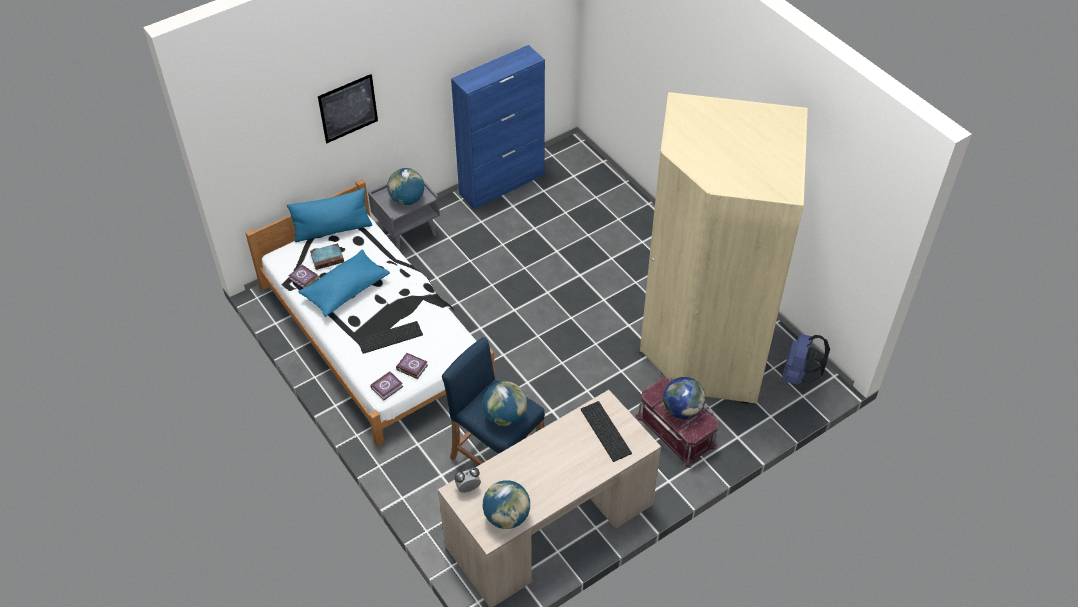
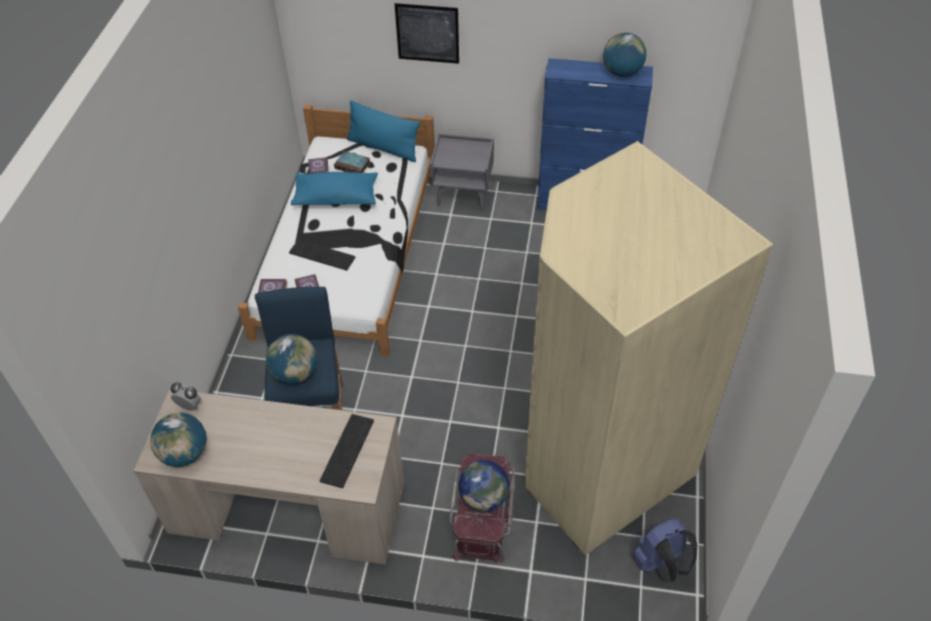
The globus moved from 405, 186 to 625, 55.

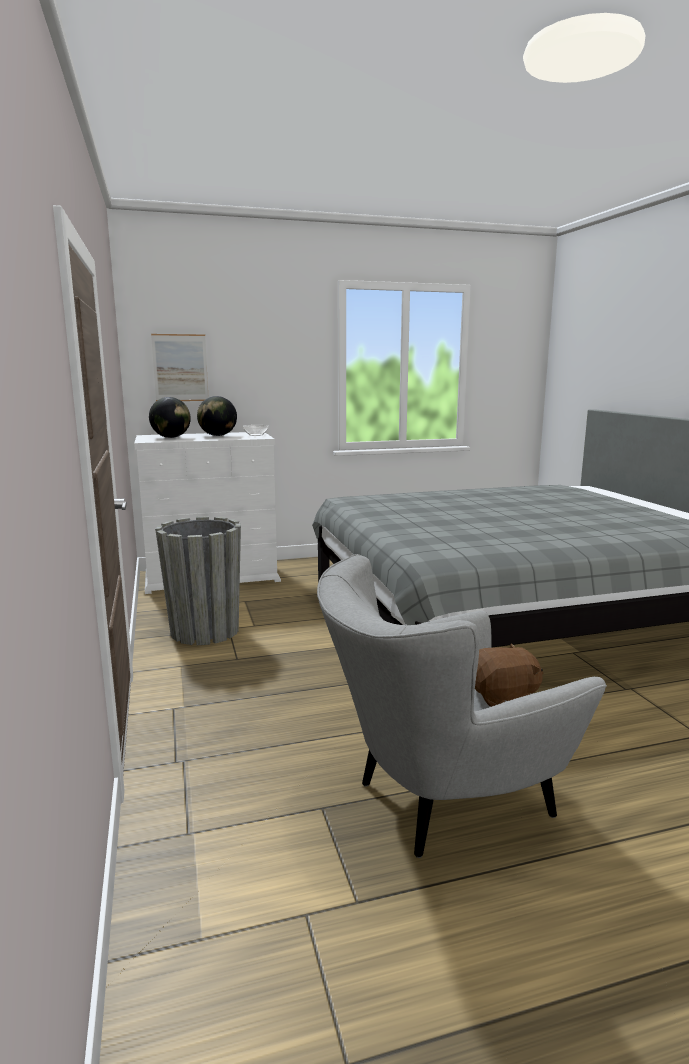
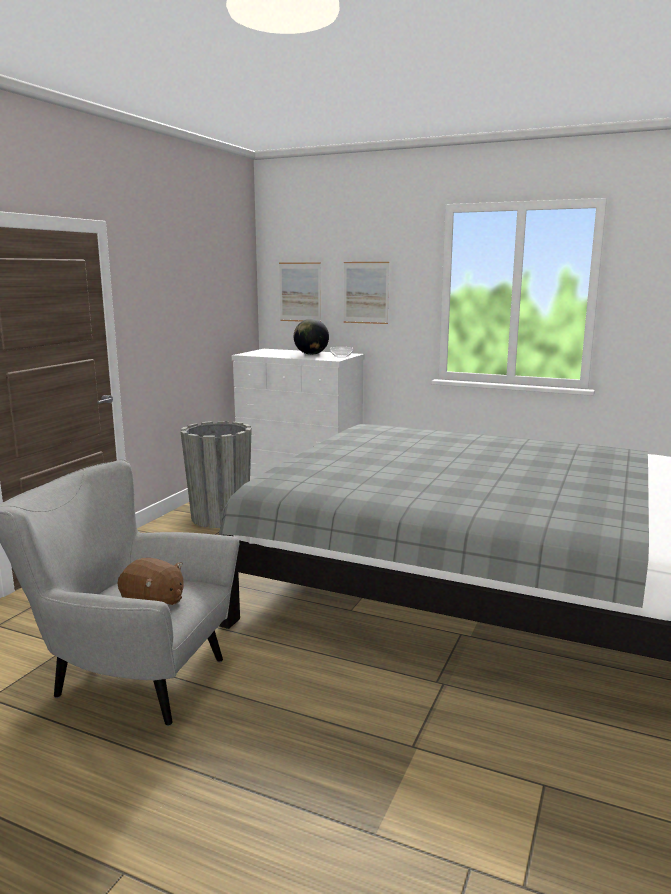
The globus at 170, 417 disappeared.
The obraz at 366, 293 appeared.

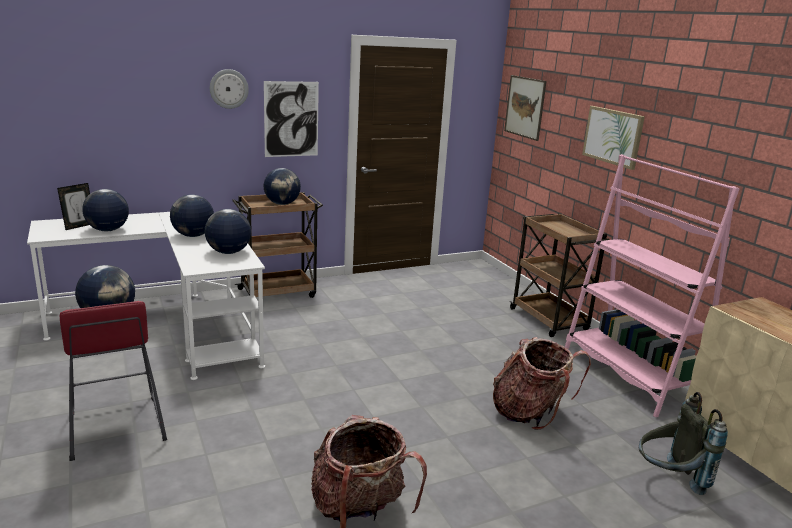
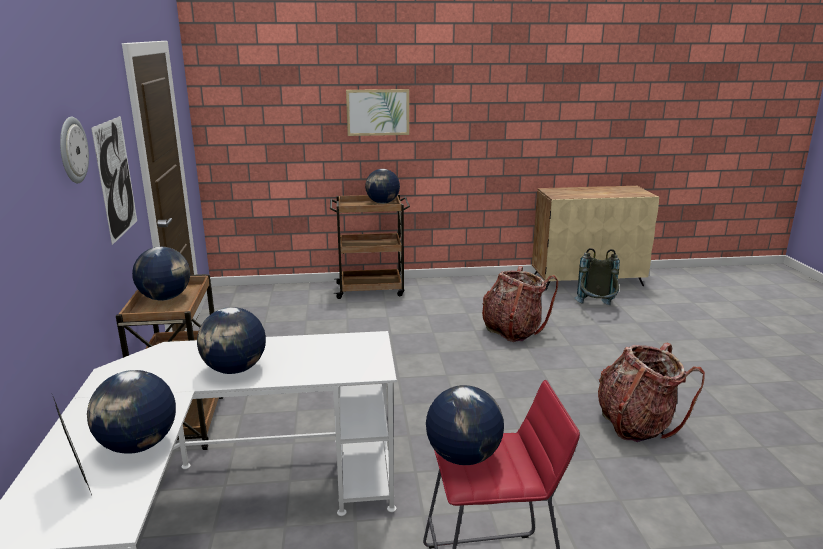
The globus moved from 228, 231 to 382, 186.
The obraz at 525, 108 disappeared.
The regał (różowy) at 652, 285 disappeared.

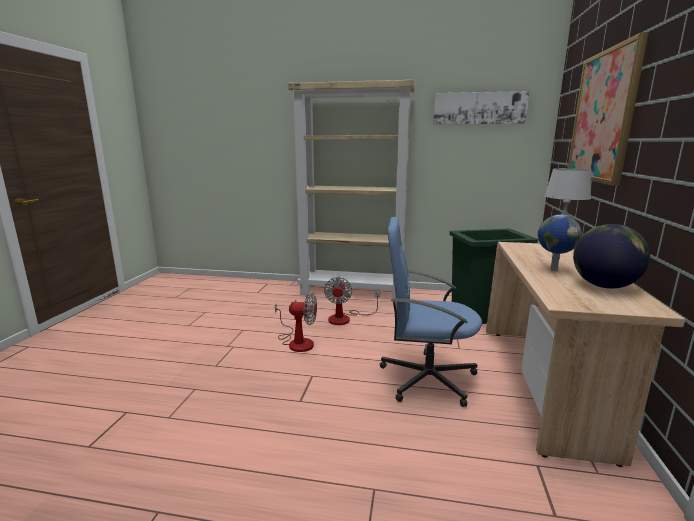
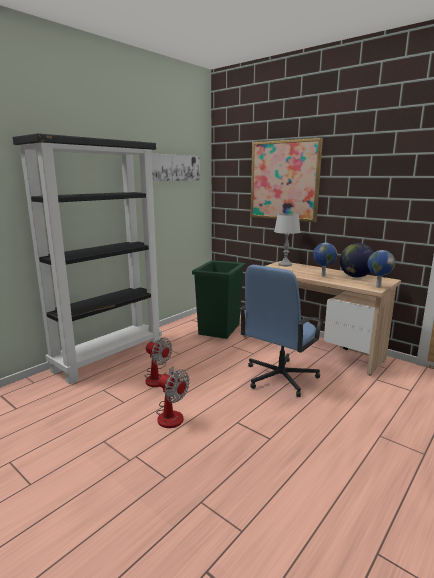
The wentylator at 296, 323 turned 90 degrees clockwise.
The regał (beżowy) at 351, 189 became the regał (czarny) at 87, 258.
The globus at 382, 269 appeared.

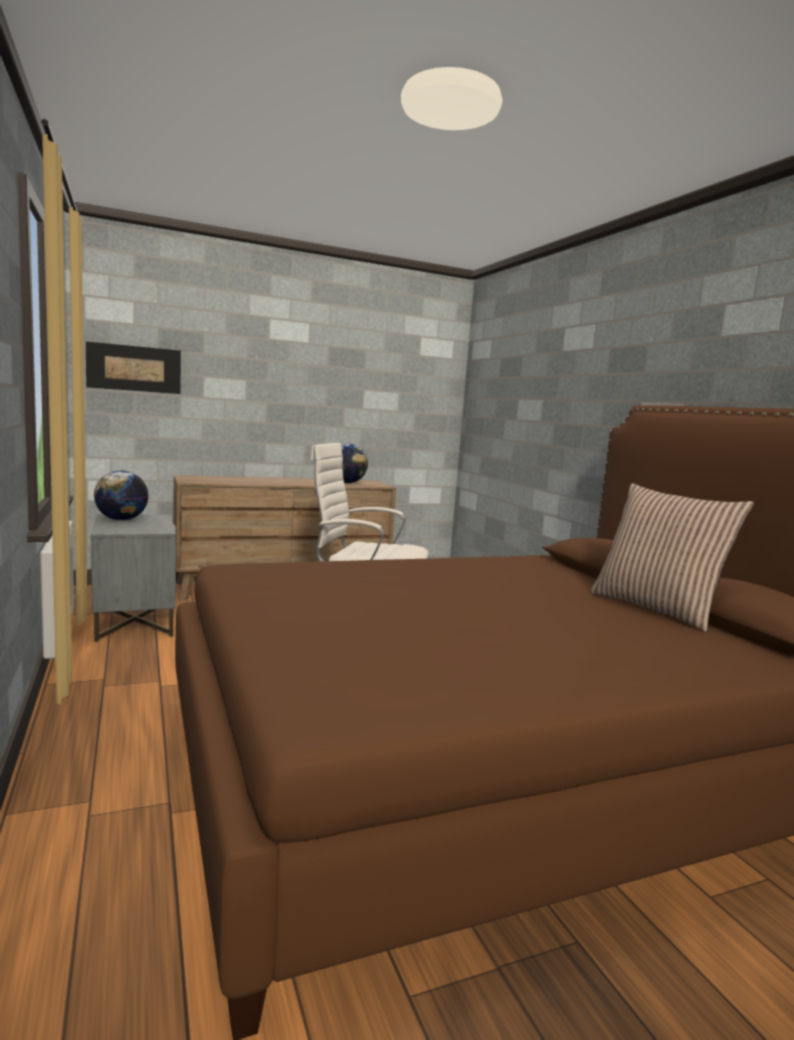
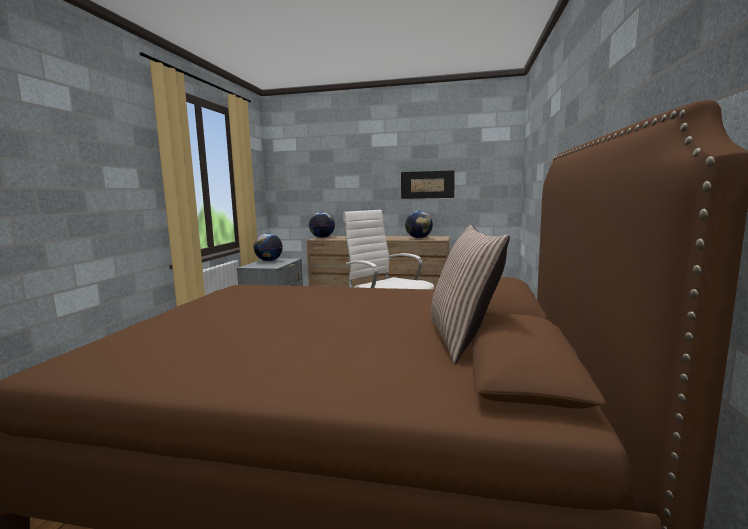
The obraz moved from 133, 368 to 428, 184.
The globus at 322, 225 appeared.

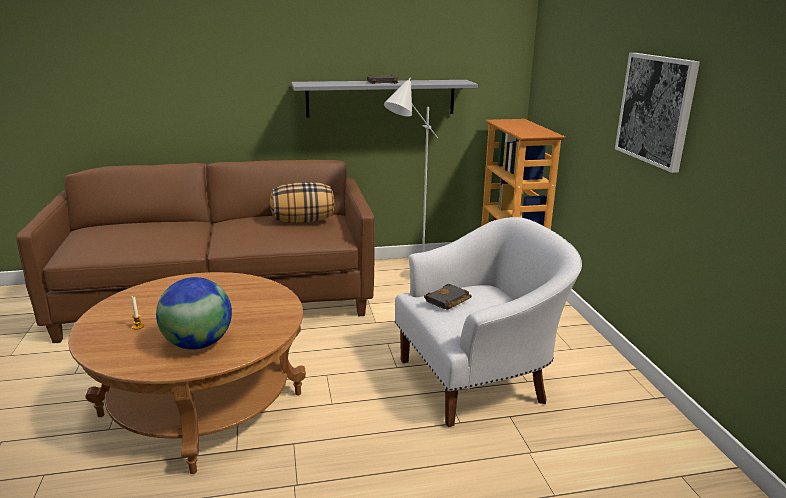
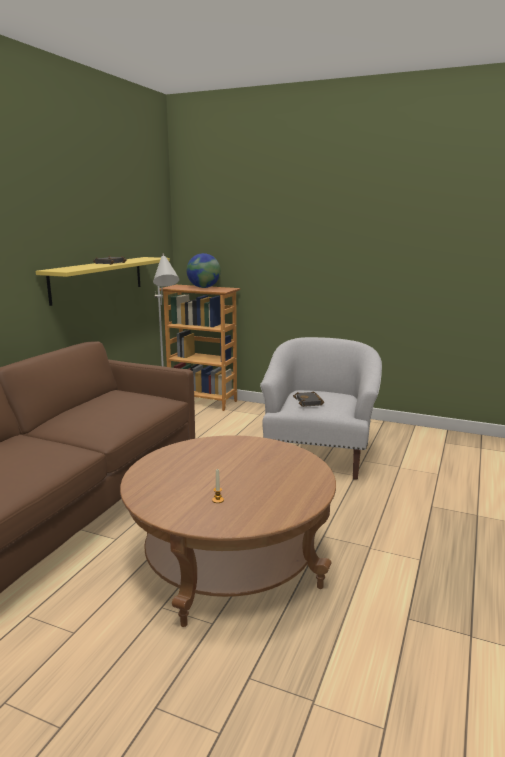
The globus moved from 194, 313 to 203, 270.
The poduszka at 302, 202 disappeared.
The półka (szary) at 385, 98 became the półka (żółty) at 103, 281.
The obraz at 657, 113 disappeared.

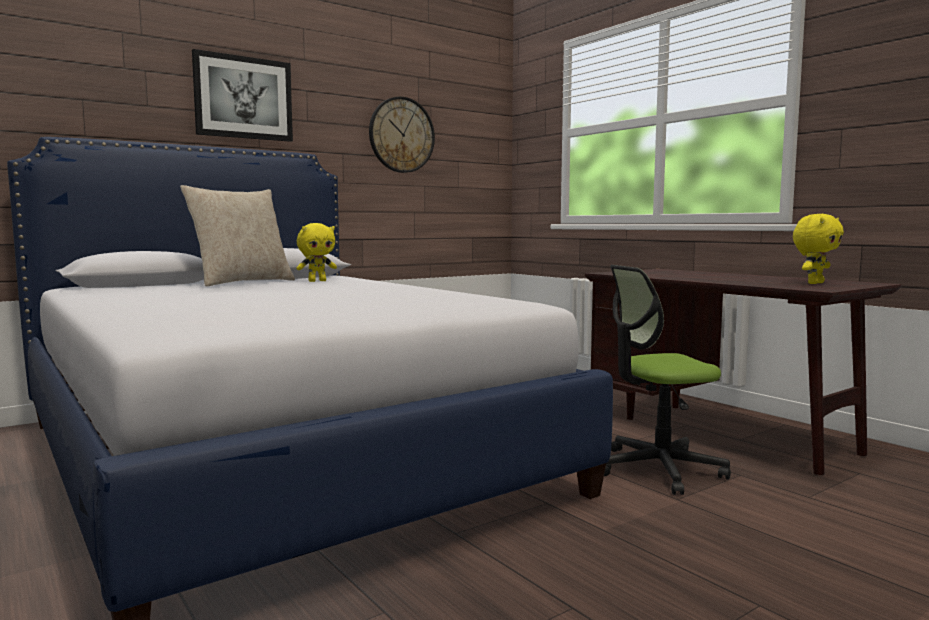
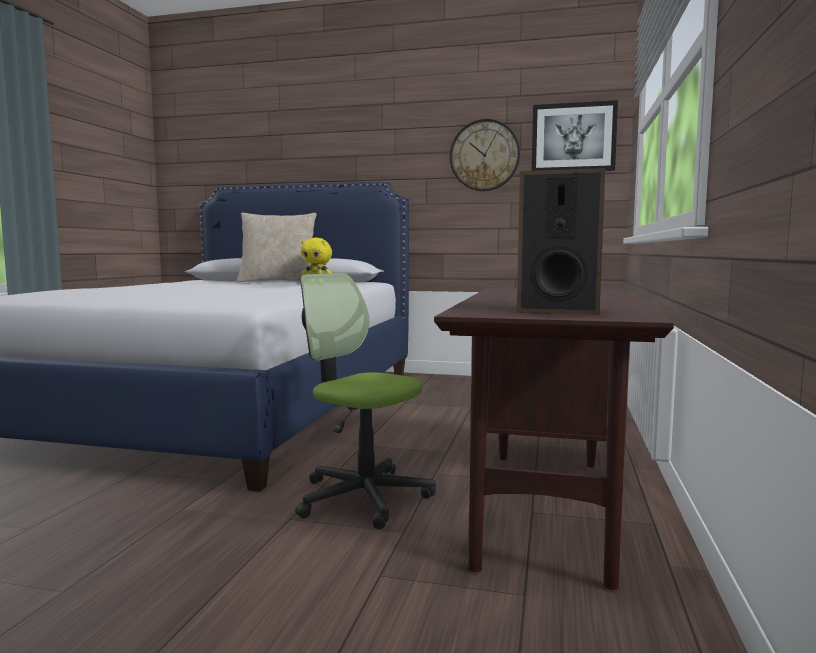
The obraz moved from 242, 95 to 575, 135.
The pluszak (żółty) at 818, 249 was replaced by the głośnik at 561, 241.

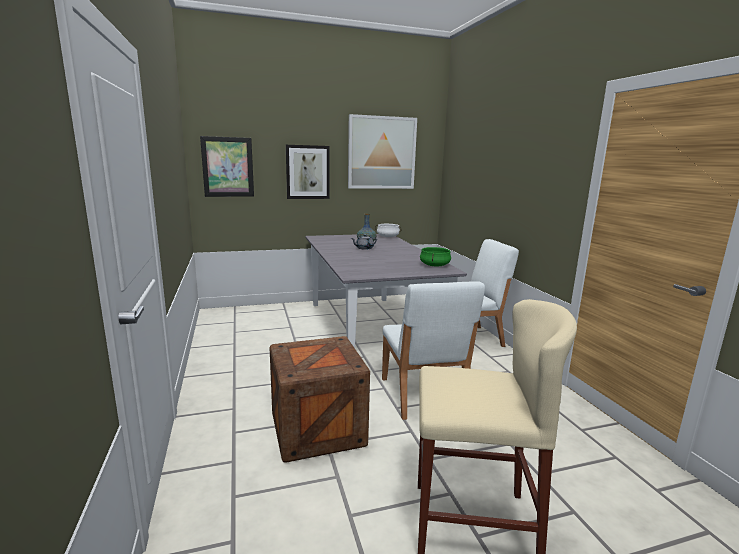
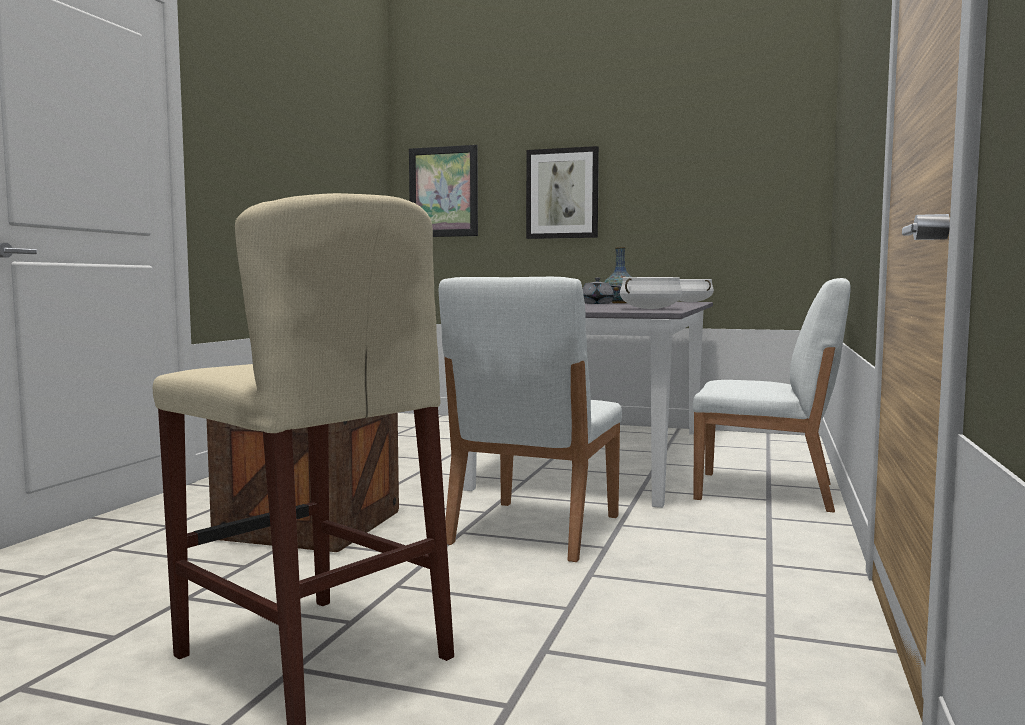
The obraz at 382, 151 disappeared.
The garnek (zielony) at 435, 256 became the garnek (biały) at 651, 293.

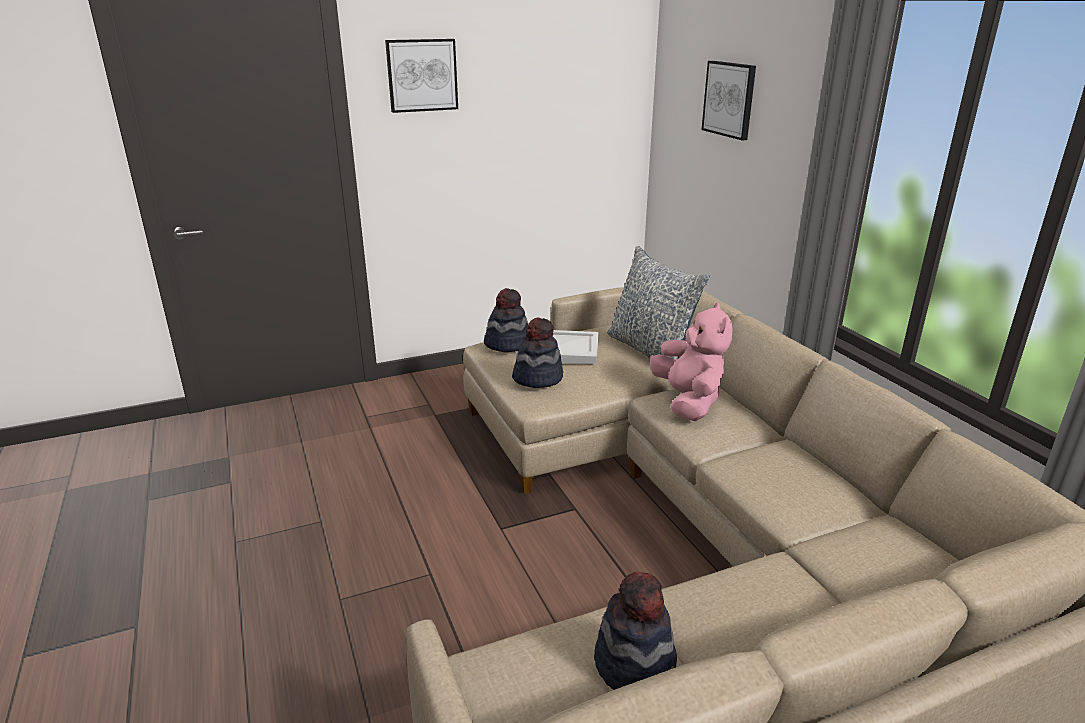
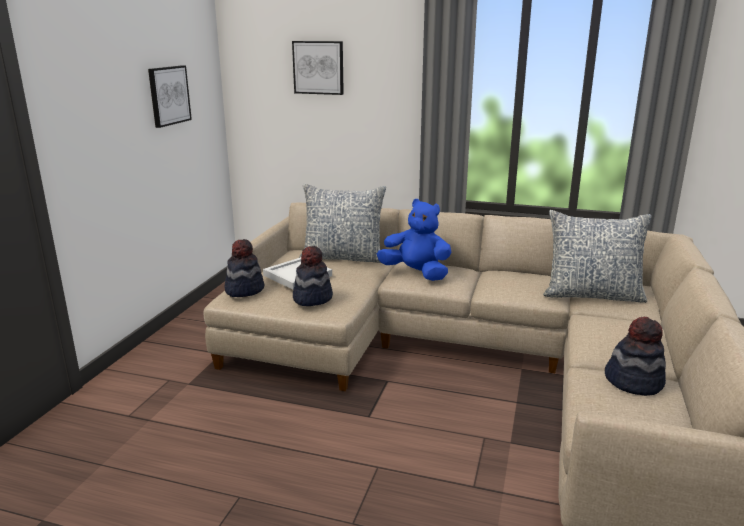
The obraz moved from 421, 76 to 170, 96.
The pluszak (różowy) at 691, 362 became the pluszak (niebieski) at 414, 240.
The poduszka at 597, 256 appeared.

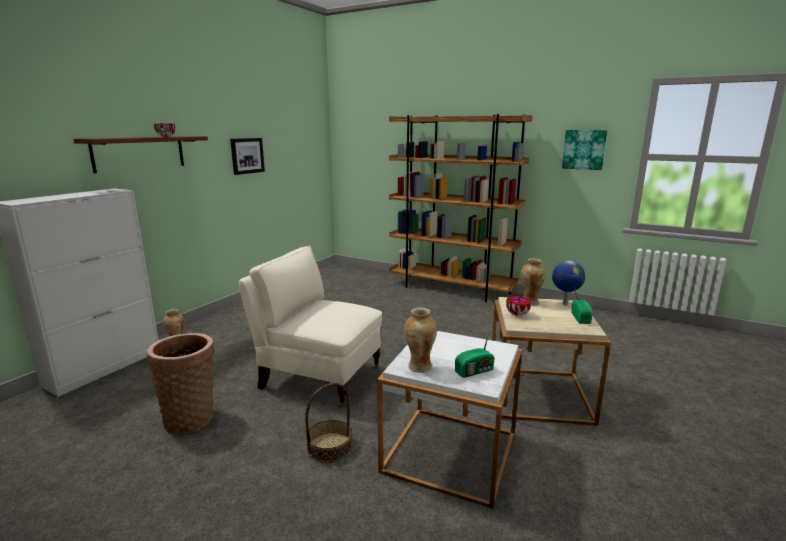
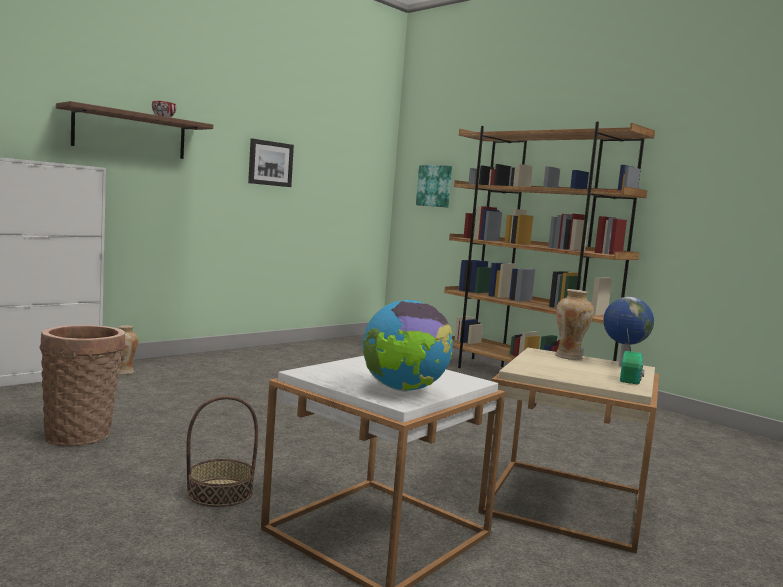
The fotel (beżowy) at 310, 326 disappeared.
The wazon at 420, 340 disappeared.
The radio at 475, 354 was replaced by the globus at 408, 346.
The miska at 518, 306 disappeared.
The obraz moved from 584, 150 to 434, 186.

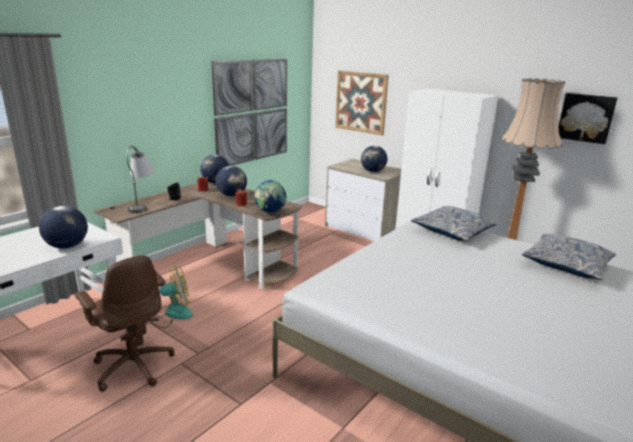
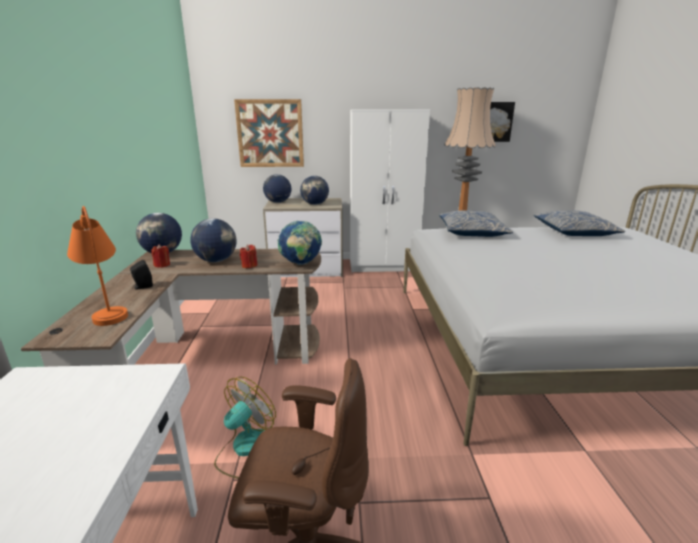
The globus moved from 63, 227 to 277, 188.
The lampa stołowa (szary) at 140, 179 became the lampa stołowa (pomarańczowy) at 97, 266.
The obraz at 249, 112 disappeared.

